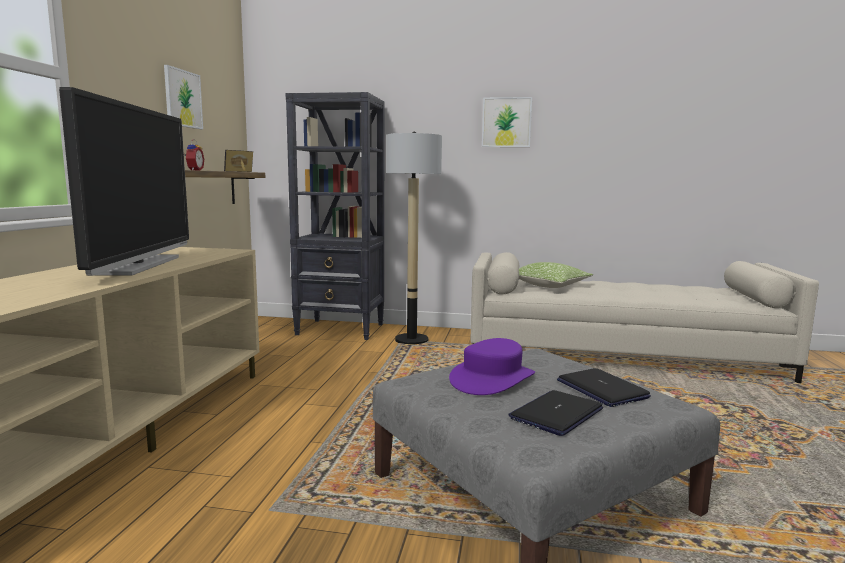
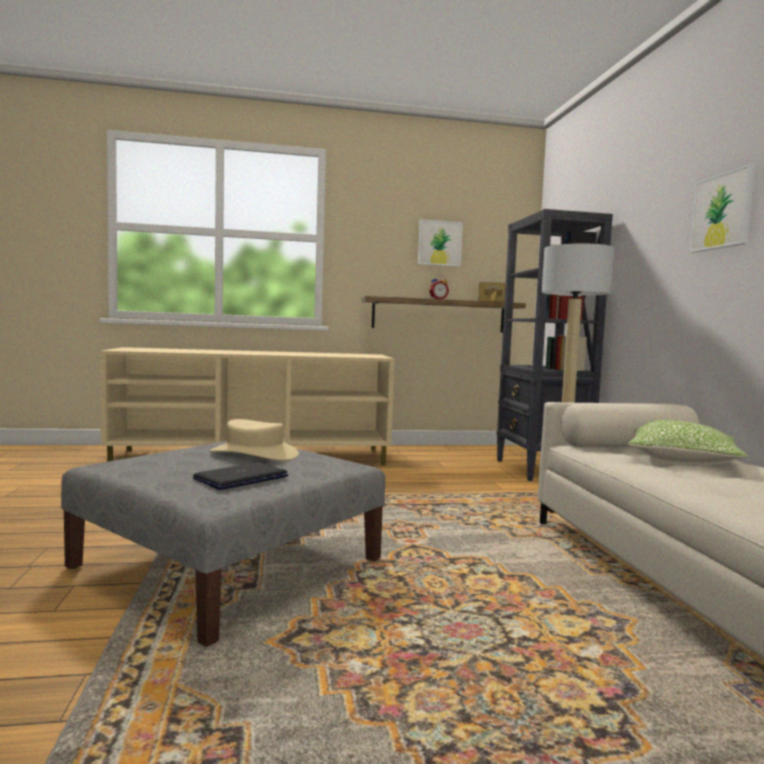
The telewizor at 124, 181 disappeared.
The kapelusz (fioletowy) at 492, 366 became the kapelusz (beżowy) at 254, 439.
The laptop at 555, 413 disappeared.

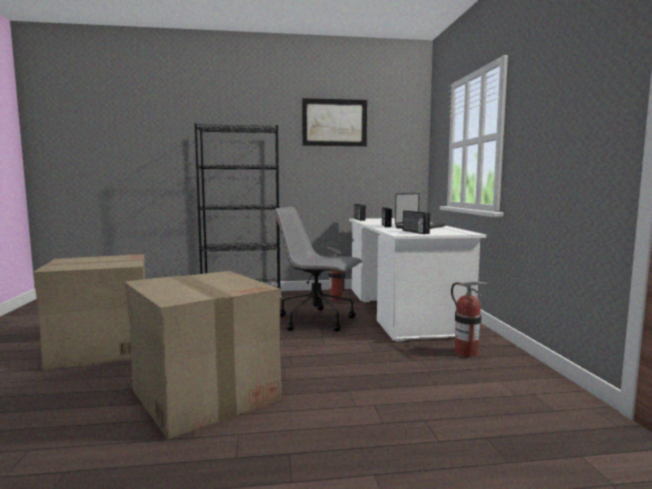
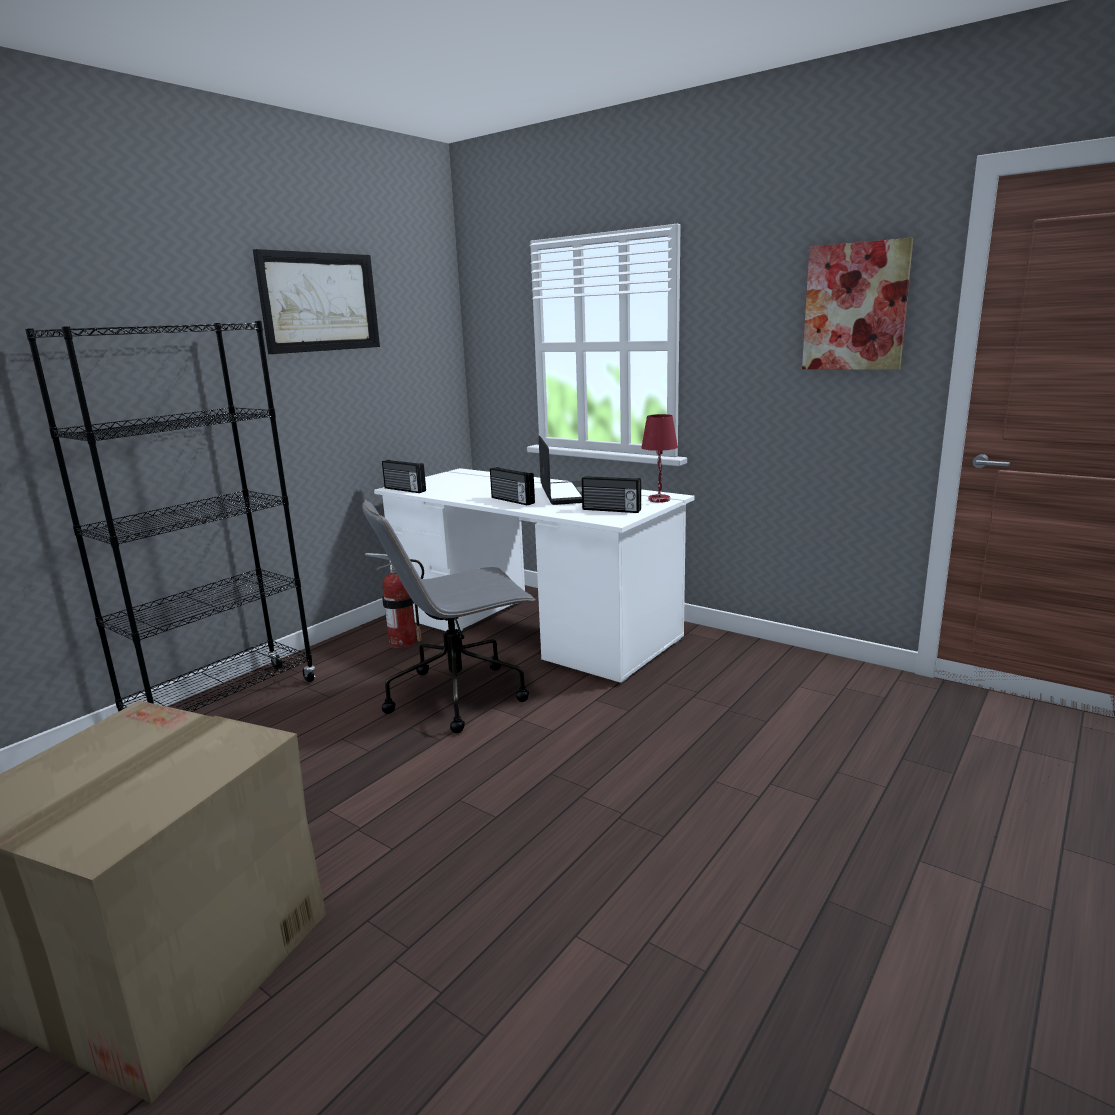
The karton at 203, 355 disappeared.
The gaśnica at 470, 320 disappeared.
The lampa stołowa (czerwony) at 659, 458 appeared.
The obraz at 857, 304 appeared.

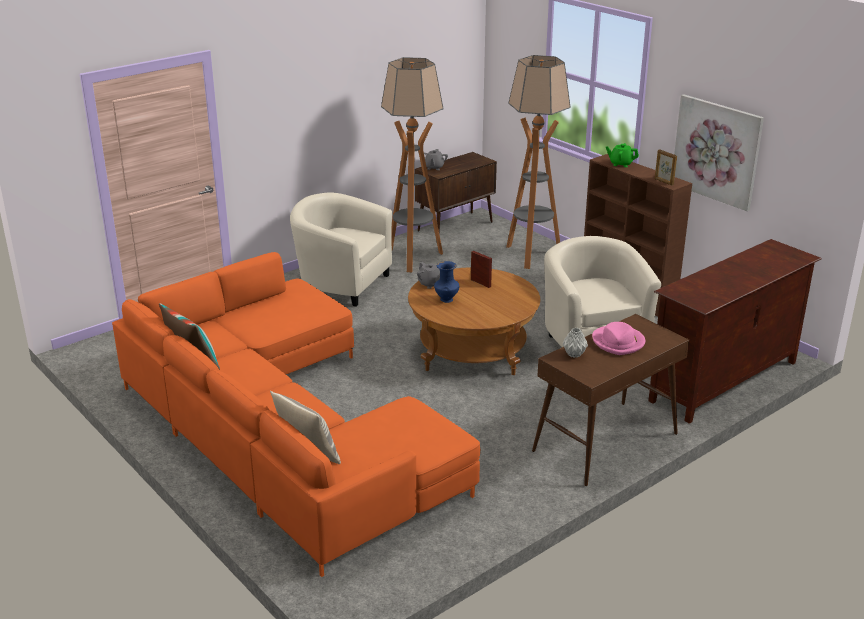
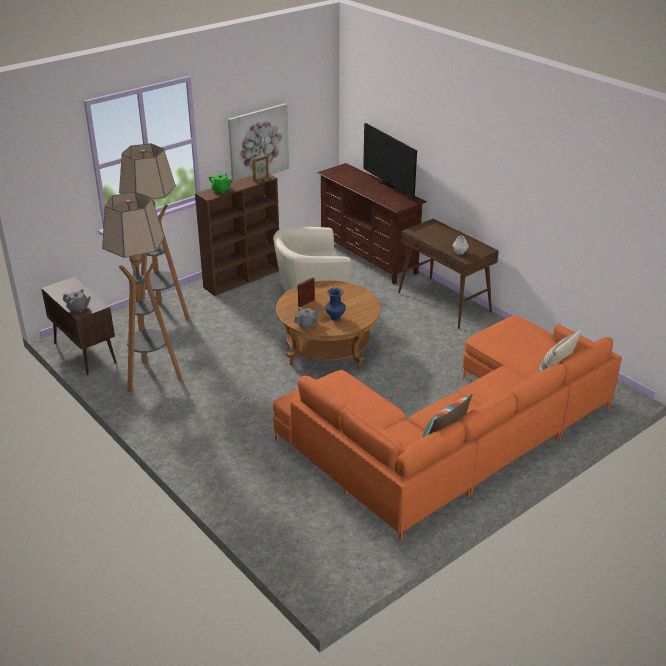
The fotel (beżowy) at 341, 249 disappeared.
The kapelusz (różowy) at 618, 338 disappeared.
The telewizor at 390, 161 appeared.

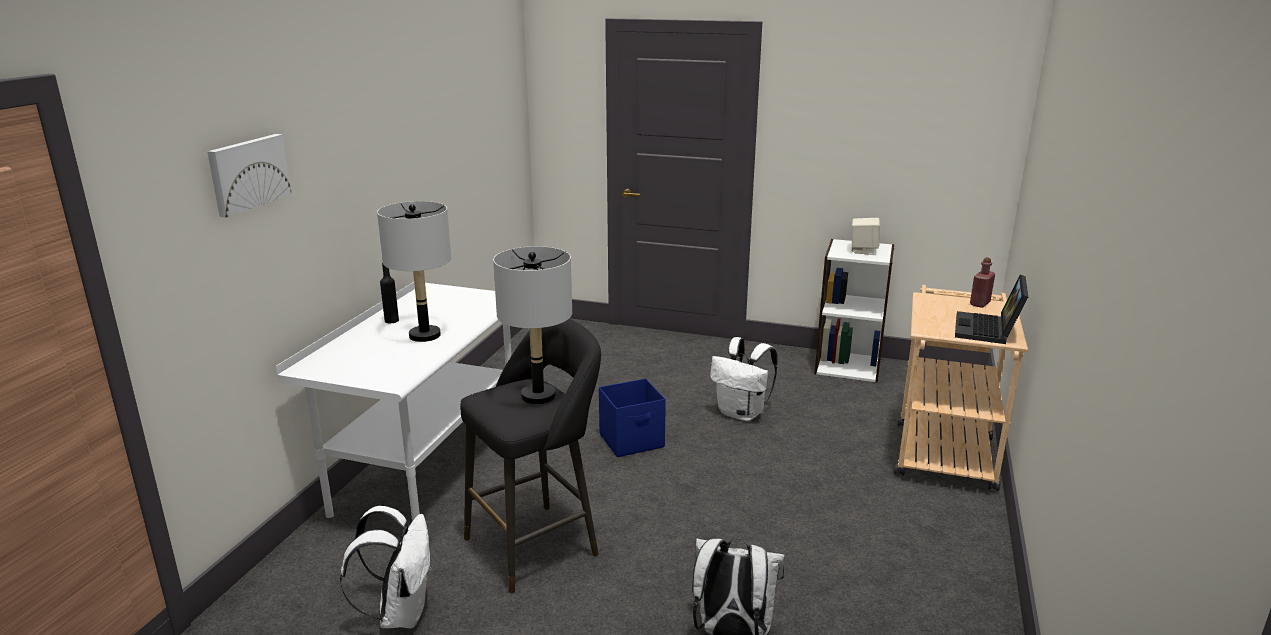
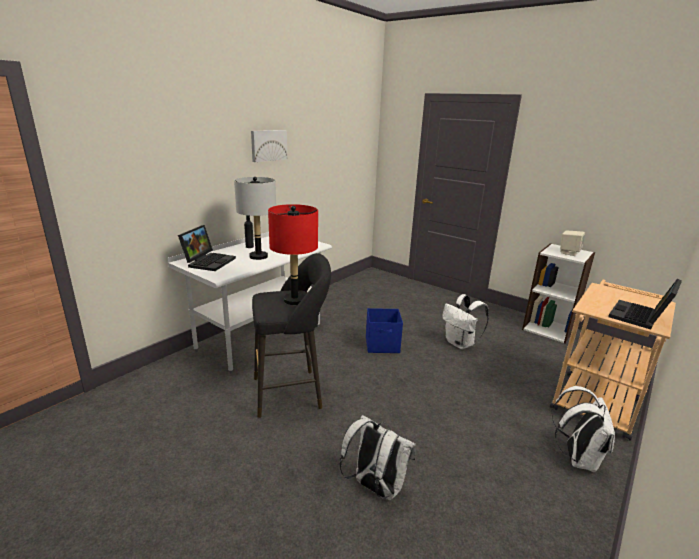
The obraz moved from 249, 176 to 269, 146.
The plecak (biały) moved from 386, 567 to 583, 429.
The lampa stołowa (szary) at 532, 325 became the lampa stołowa (czerwony) at 293, 254.
The butelka (czerwony) at 982, 282 disappeared.
The laptop at 207, 248 appeared.

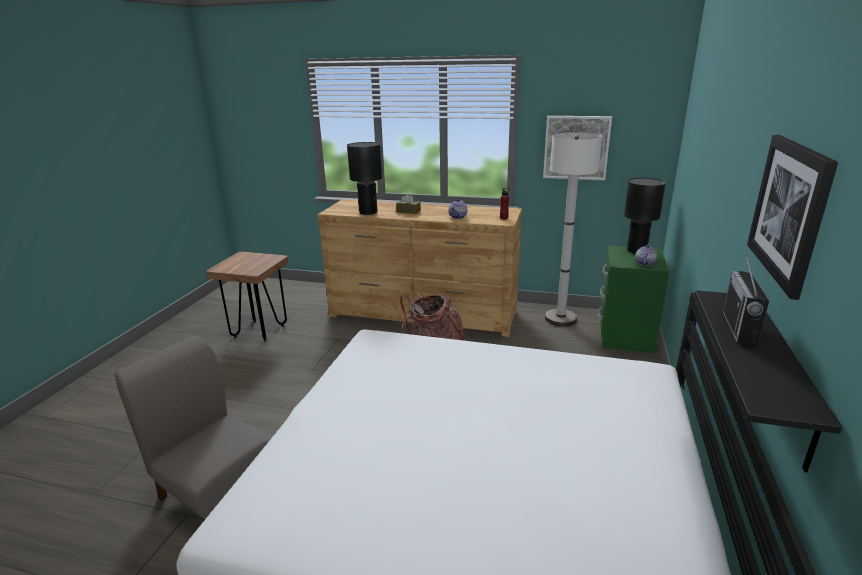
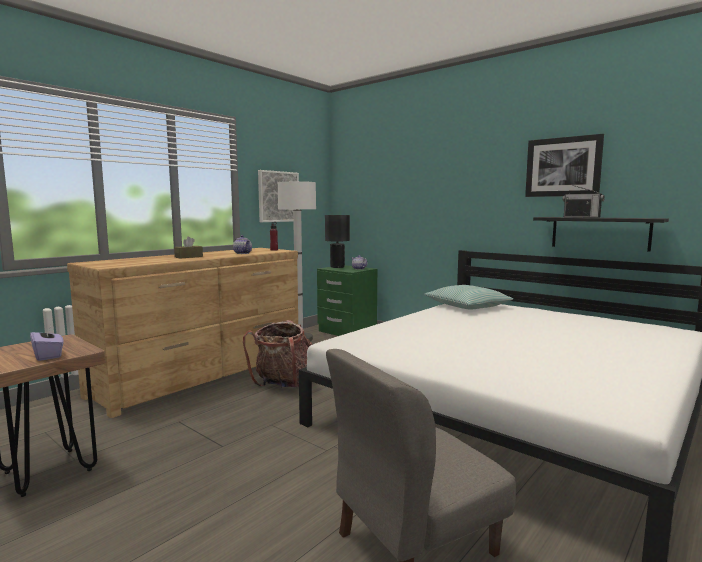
The lampa stołowa (czarny) at 364, 178 disappeared.
The pudełko chusteczek (fioletowy) at 47, 343 appeared.
The poduszka at 468, 297 appeared.

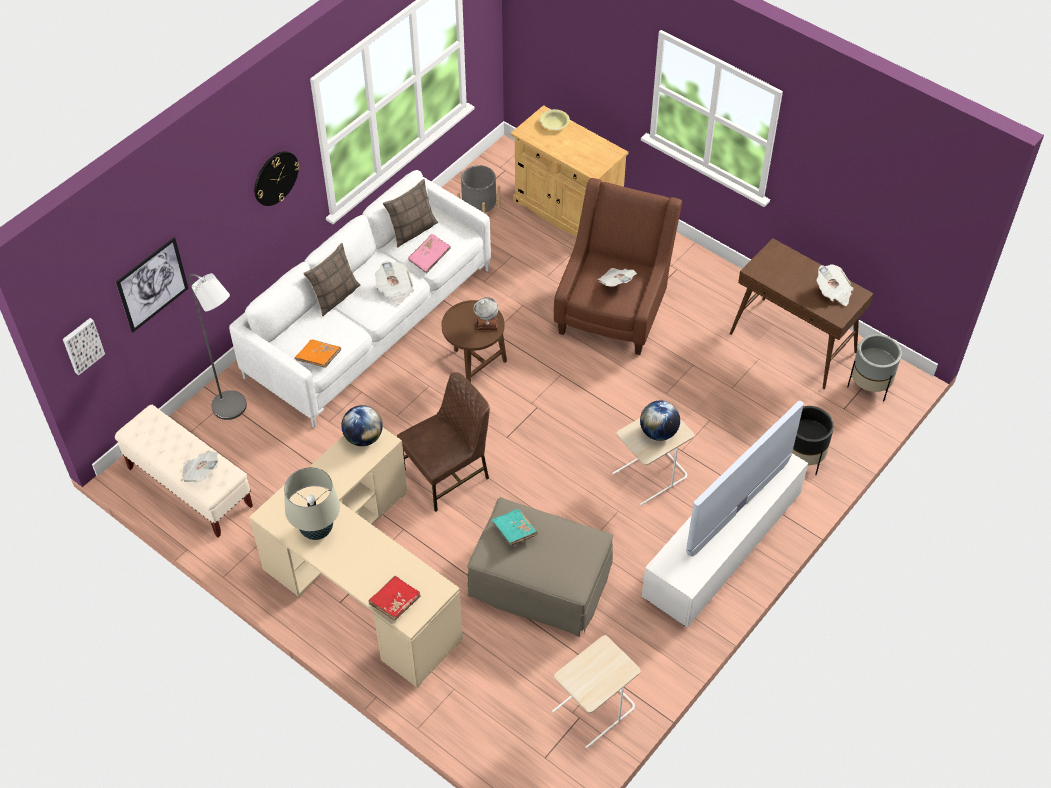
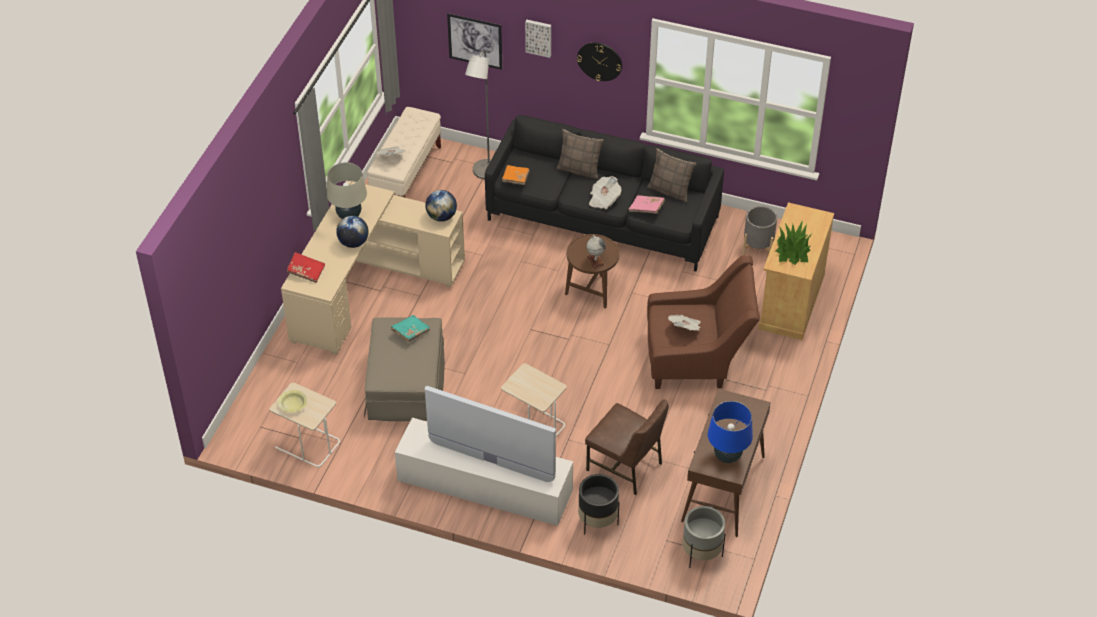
The obraz moved from 84, 346 to 538, 39.
The kanapa (biały) at 360, 299 became the kanapa (czarny) at 604, 193.
The krzesło (brązowy) moved from 443, 442 to 627, 447.
The miska (żółty) moved from 555, 119 to 292, 401.
The globus moved from 660, 421 to 352, 232.
The gazeta at 835, 285 was replaced by the lampa stołowa (niebieski) at 730, 432.
The roślina doniczkowa at 794, 242 appeared.

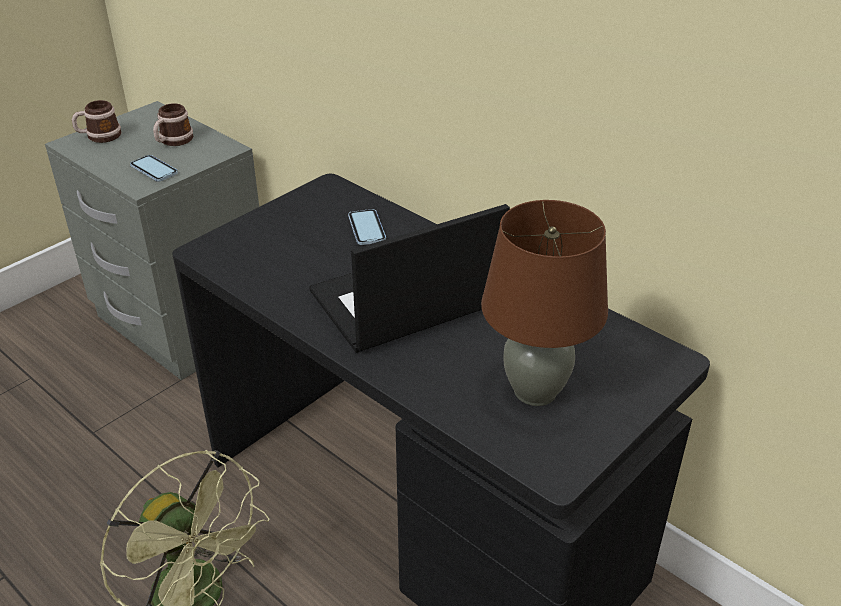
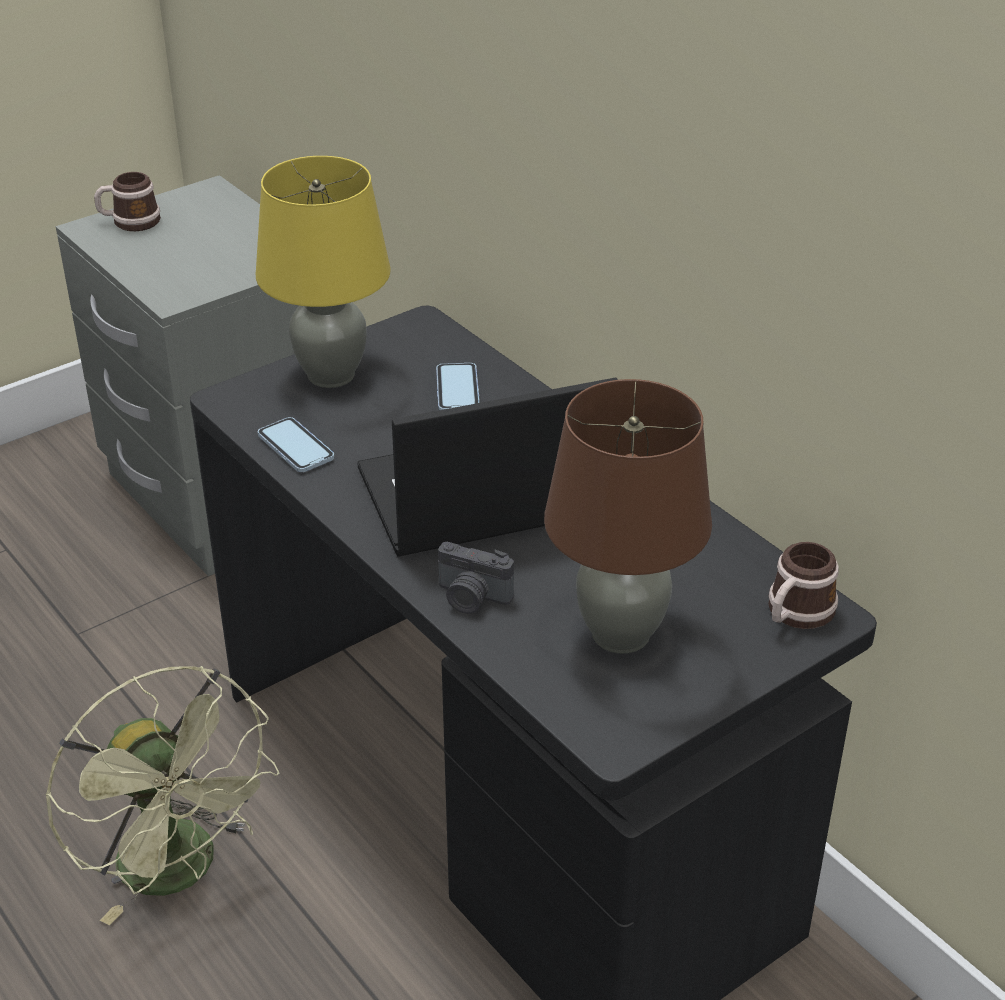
The telefon moved from 154, 168 to 296, 444.
The kubek moved from 173, 124 to 803, 585.
The lampa stołowa (żółty) at 323, 272 appeared.
The aparat fotograficzny at 476, 578 appeared.

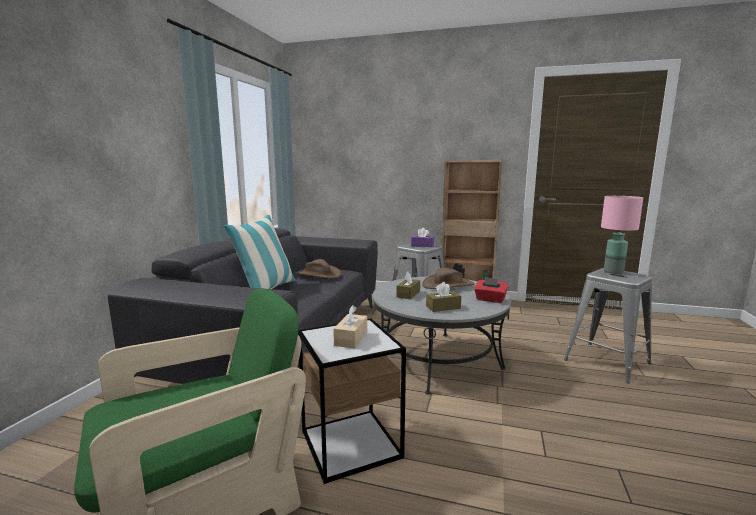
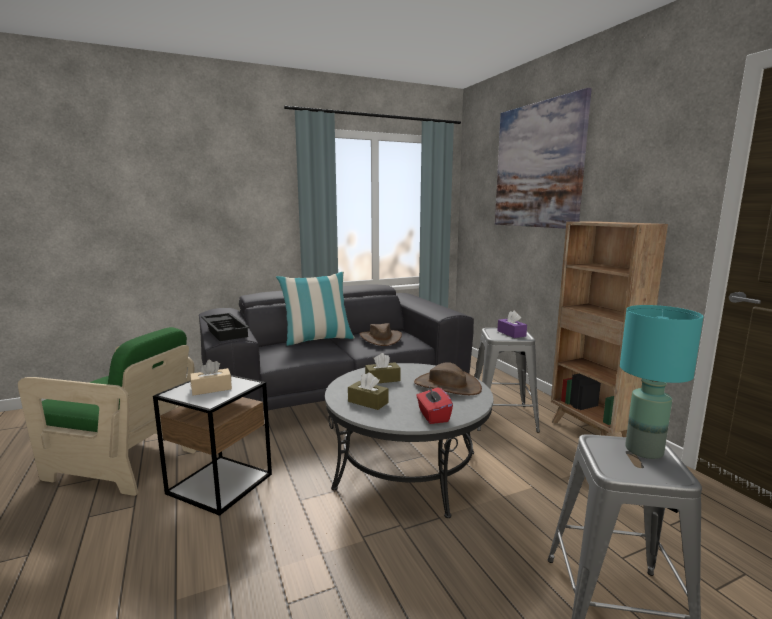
The lampa stołowa (różowy) at 622, 235 became the lampa stołowa (turkusowy) at 662, 382.
The taca (czarny) at 225, 327 appeared.
The obraz at 543, 158 appeared.

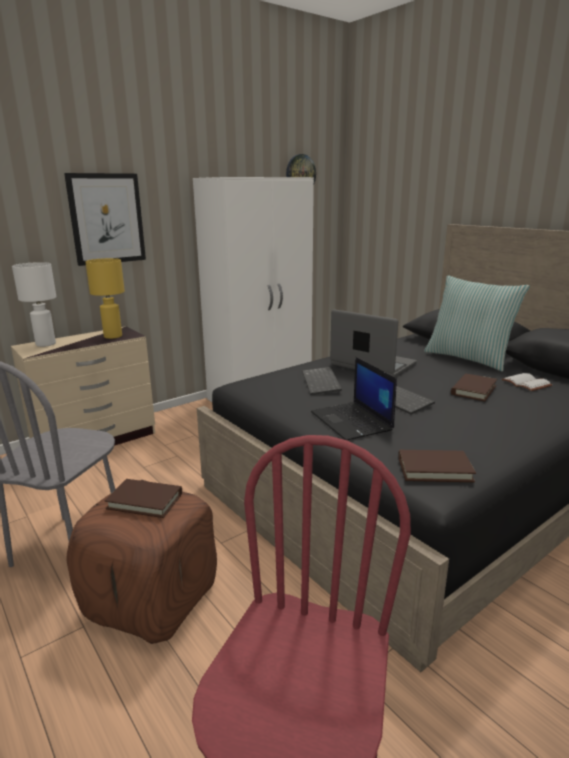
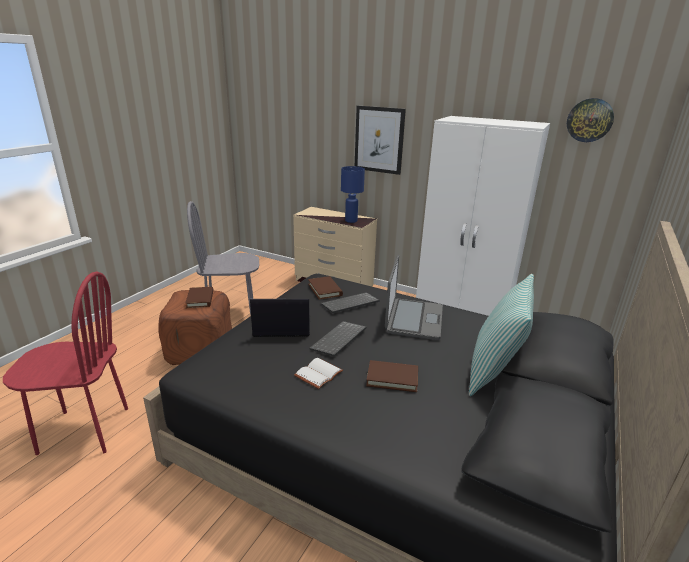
The lampa stołowa (biały) at 34, 304 disappeared.
The lampa stołowa (żółty) at 105, 298 became the lampa stołowa (niebieski) at 353, 194.
The laptop at 354, 398 turned 45 degrees clockwise.
The książka (brązowy) moved from 437, 466 to 325, 288.
The książka (biały) moved from 527, 382 to 318, 373.

